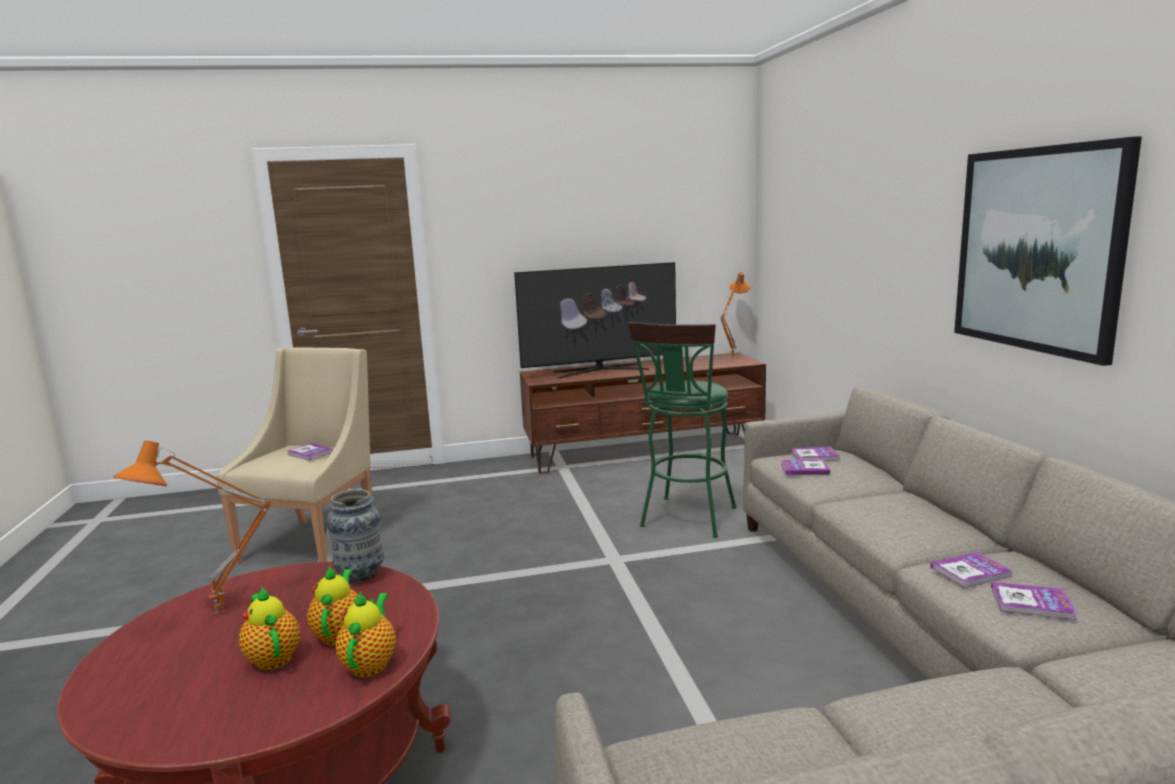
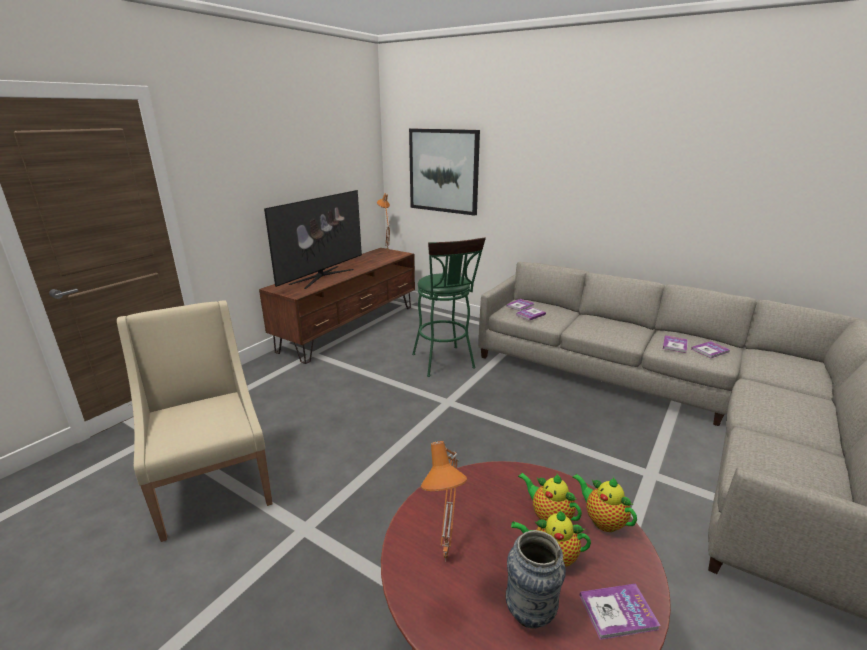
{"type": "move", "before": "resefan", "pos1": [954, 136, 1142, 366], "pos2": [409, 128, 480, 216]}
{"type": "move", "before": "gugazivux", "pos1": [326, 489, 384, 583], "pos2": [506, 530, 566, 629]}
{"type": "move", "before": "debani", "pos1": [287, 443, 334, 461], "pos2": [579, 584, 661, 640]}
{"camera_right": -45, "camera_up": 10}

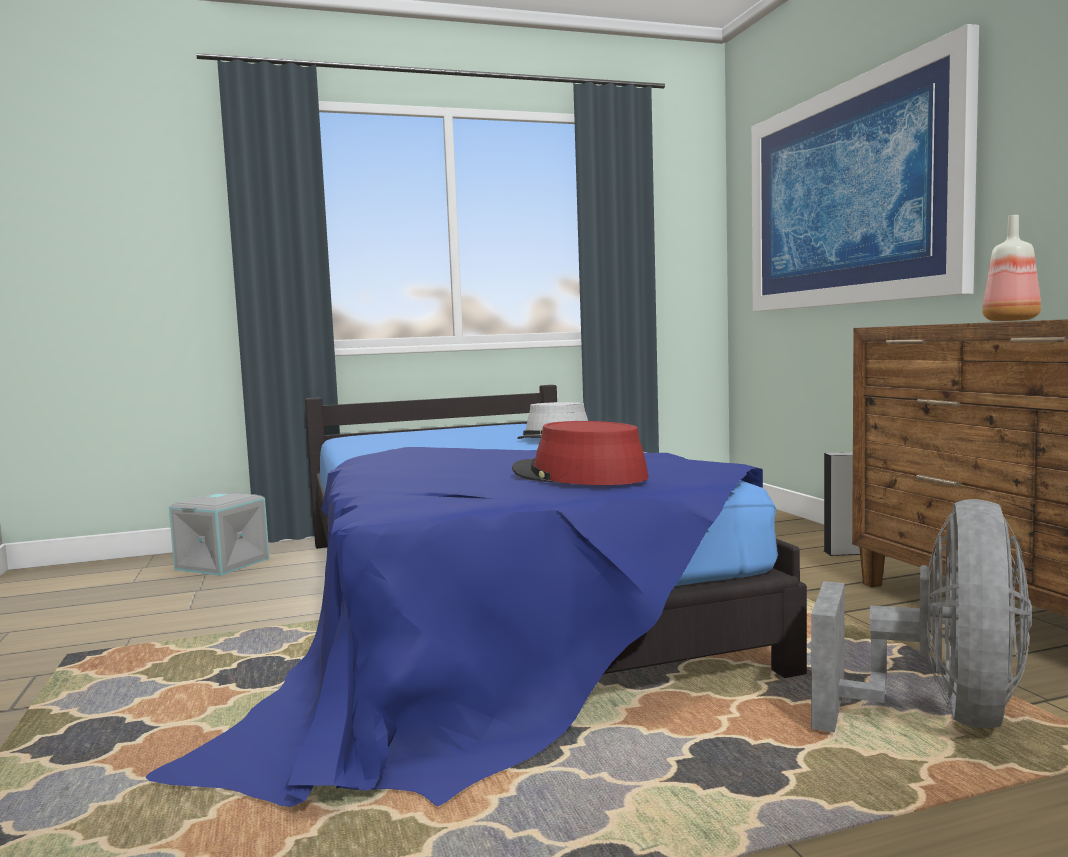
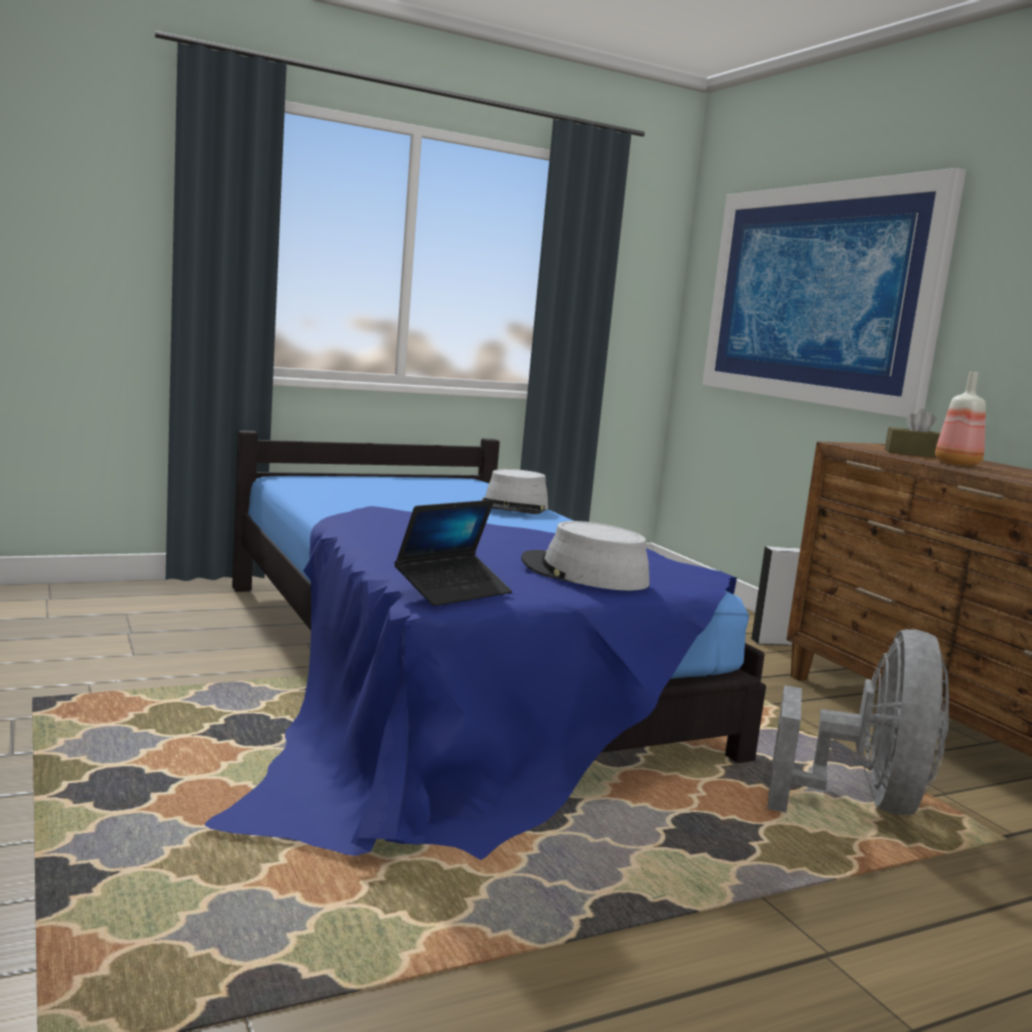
{"type": "insert", "after": "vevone", "pos2": [394, 500, 512, 606]}
{"type": "recolor", "before": "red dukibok", "after": "grey dukibok", "pos1": [512, 421, 649, 485], "pos2": [521, 521, 650, 591]}
{"type": "insert", "after": "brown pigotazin", "pos2": [885, 409, 941, 458]}
{"type": "delete", "before": "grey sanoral", "pos1": [169, 492, 270, 576]}
{"camera_right": -10, "camera_up": 5}

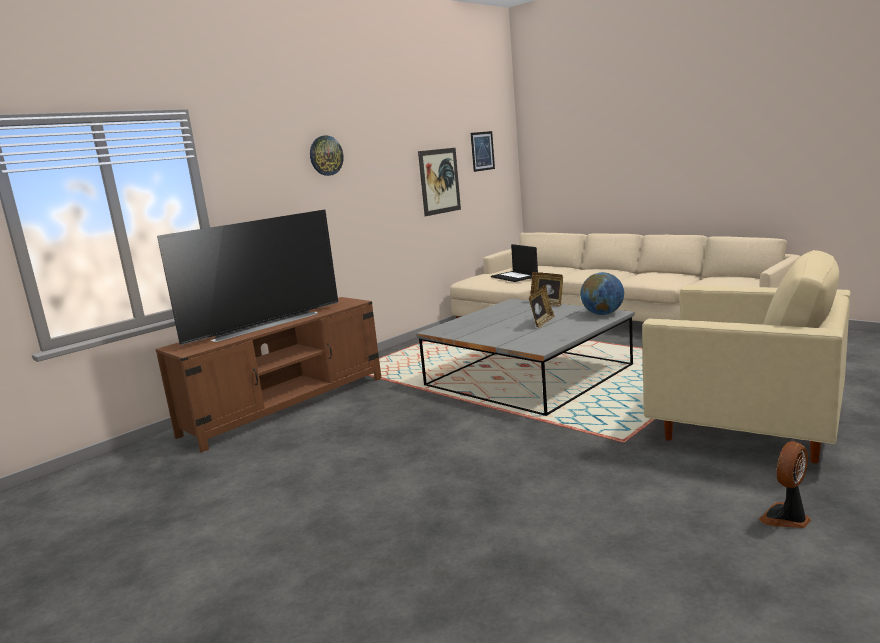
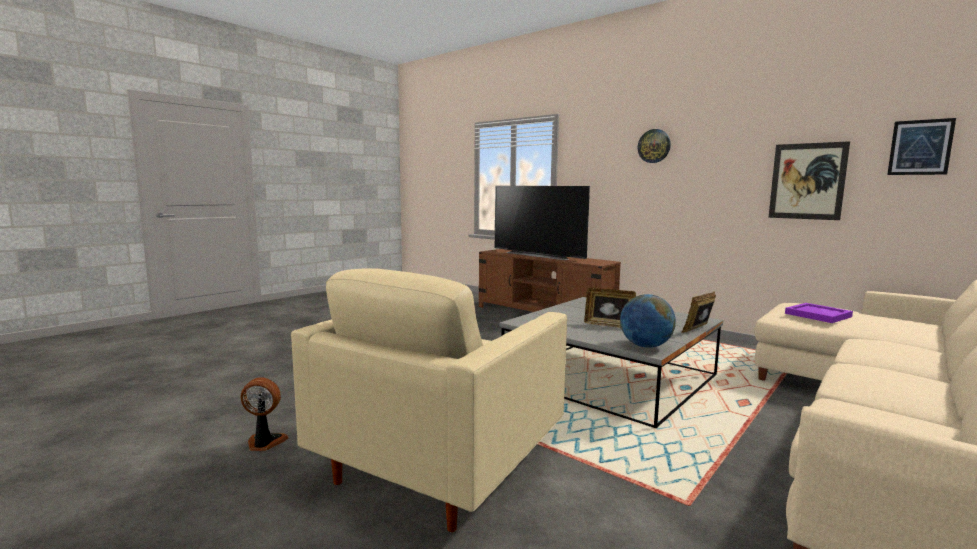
{"type": "rotate", "before": "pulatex", "pos1": [759, 441, 811, 528], "pos2": [241, 377, 289, 451], "turn": -45}
{"type": "replace", "before": "vevone", "after": "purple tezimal", "pos1": [491, 244, 538, 282], "pos2": [785, 303, 853, 323]}
{"camera_right": 85, "camera_up": -5}

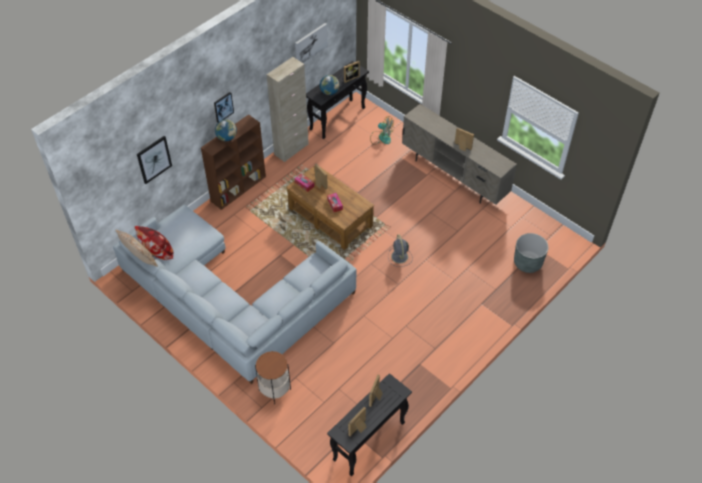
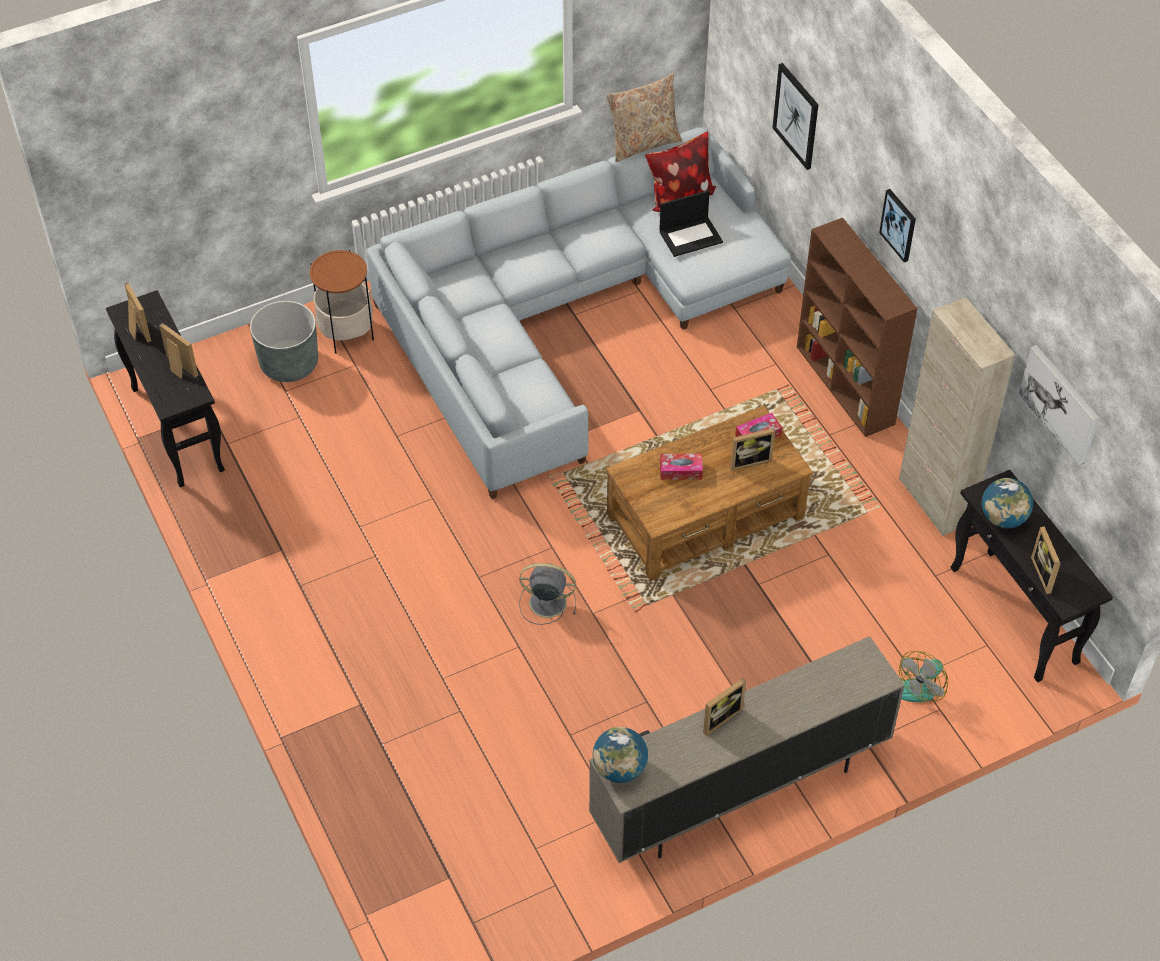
{"type": "move", "before": "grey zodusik", "pos1": [514, 233, 548, 273], "pos2": [250, 301, 318, 382]}
{"type": "move", "before": "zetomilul", "pos1": [215, 120, 237, 141], "pos2": [593, 727, 648, 783]}
{"type": "insert", "after": "vevone", "pos2": [659, 190, 723, 257]}
{"camera_right": 110, "camera_up": 0}

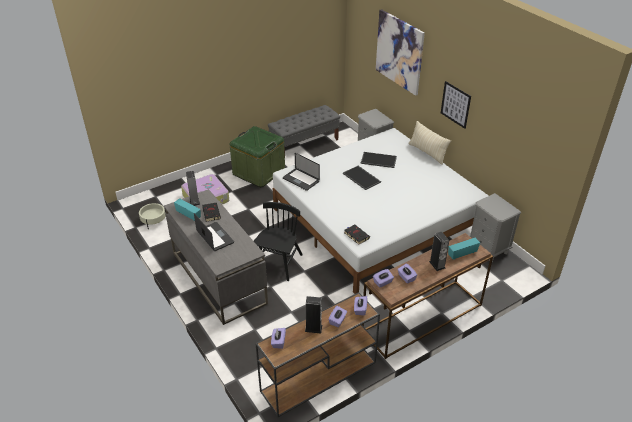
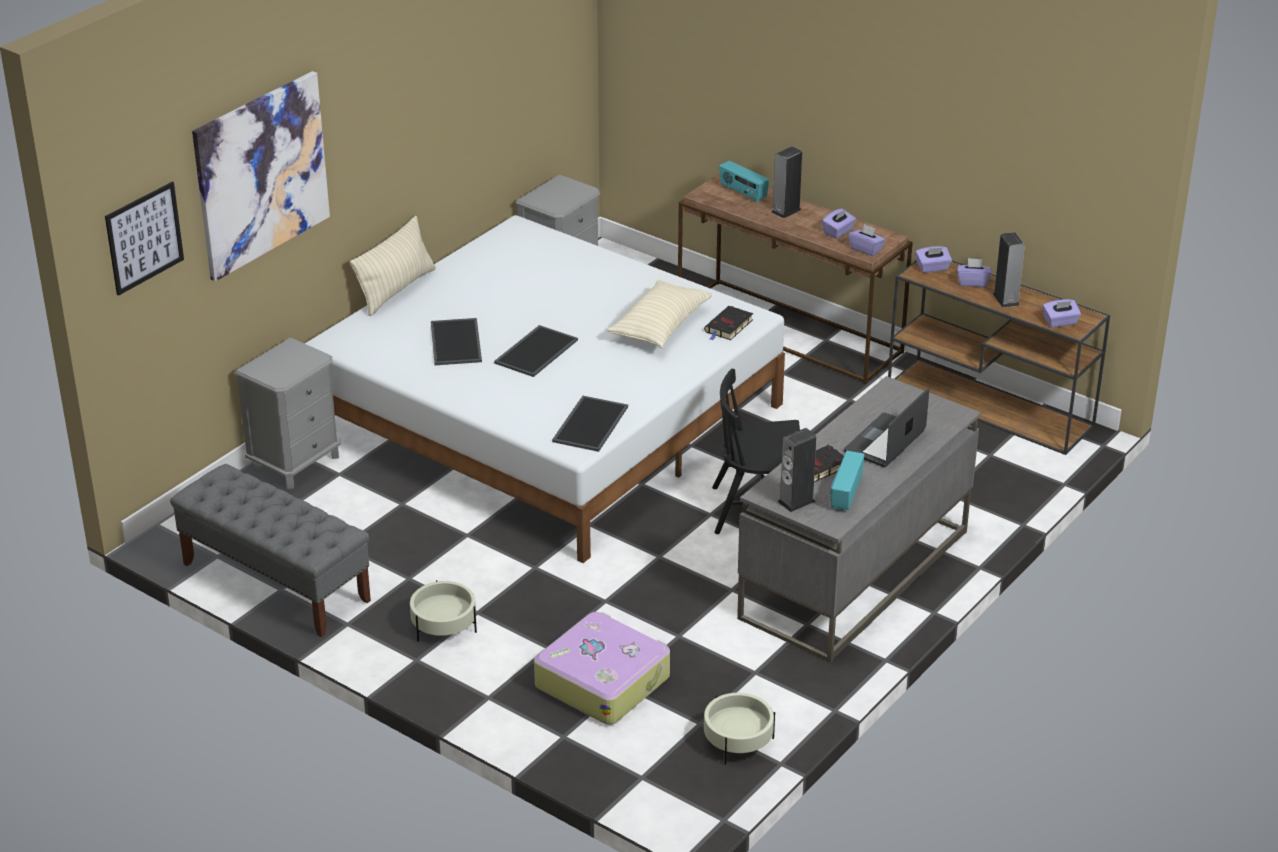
{"type": "move", "before": "resefan", "pos1": [441, 81, 471, 129], "pos2": [105, 182, 184, 296]}
{"type": "replace", "before": "green sanoral", "after": "beige zodusik", "pos1": [230, 126, 285, 187], "pos2": [410, 580, 477, 642]}
{"type": "replace", "before": "vevone", "after": "tezimal", "pos1": [283, 153, 320, 191], "pos2": [552, 396, 628, 452]}
{"type": "insert", "after": "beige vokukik", "pos2": [607, 280, 712, 348]}
{"camera_right": -110, "camera_up": -5}

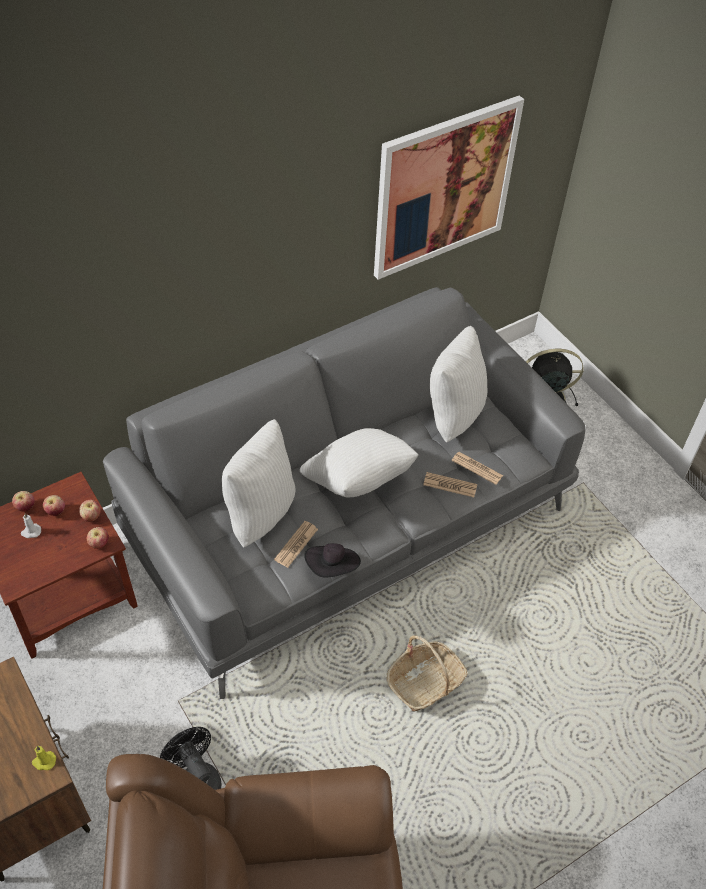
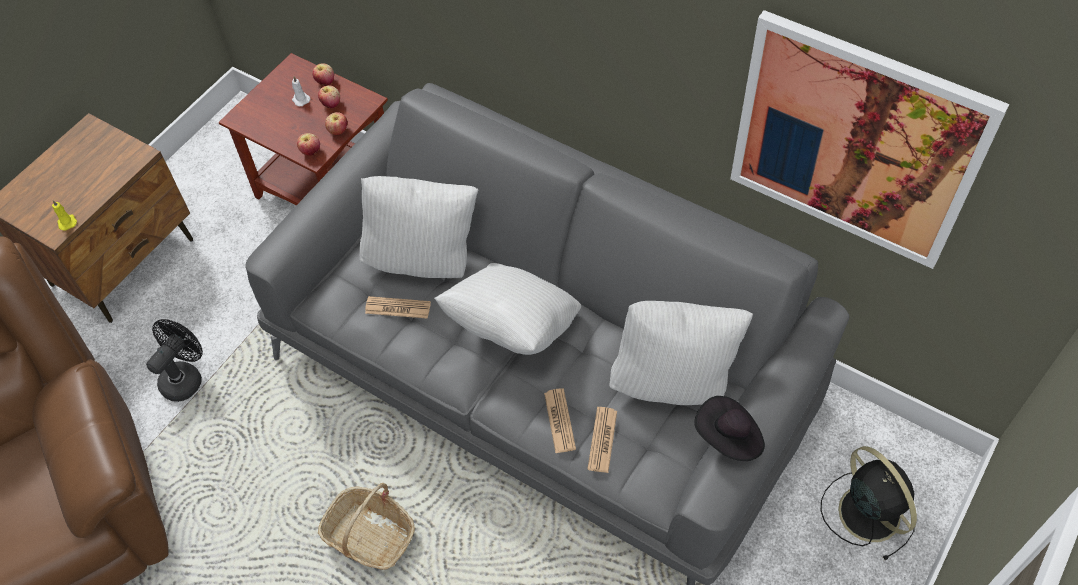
{"type": "move", "before": "black dukibok", "pos1": [304, 543, 361, 577], "pos2": [694, 396, 765, 461]}
{"camera_right": 70, "camera_up": 5}

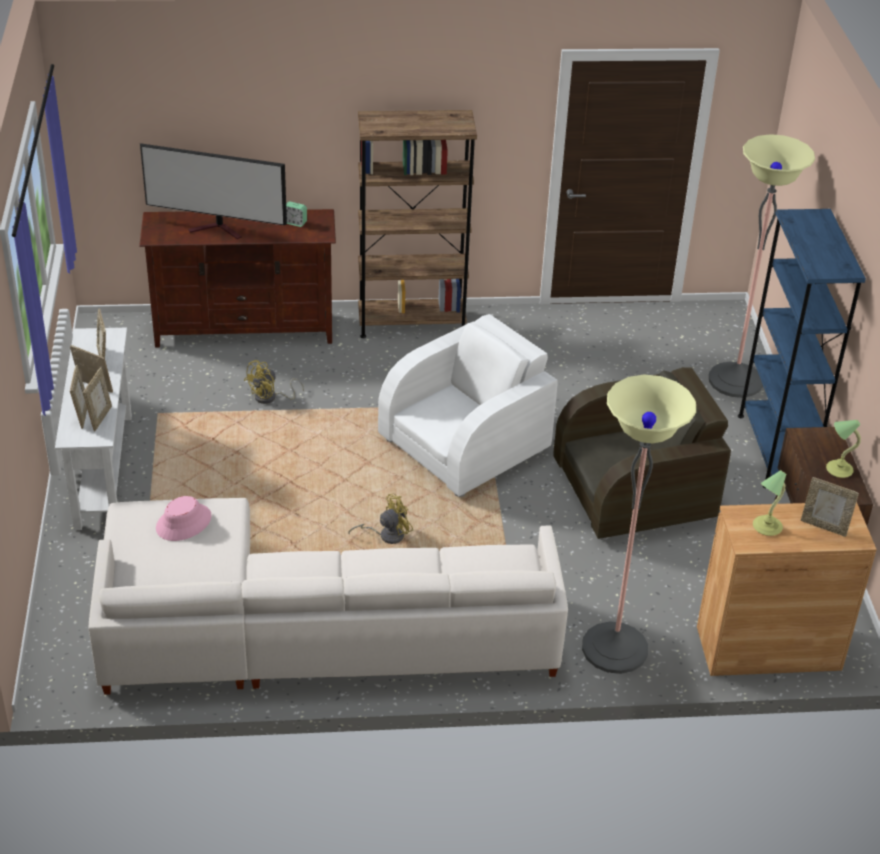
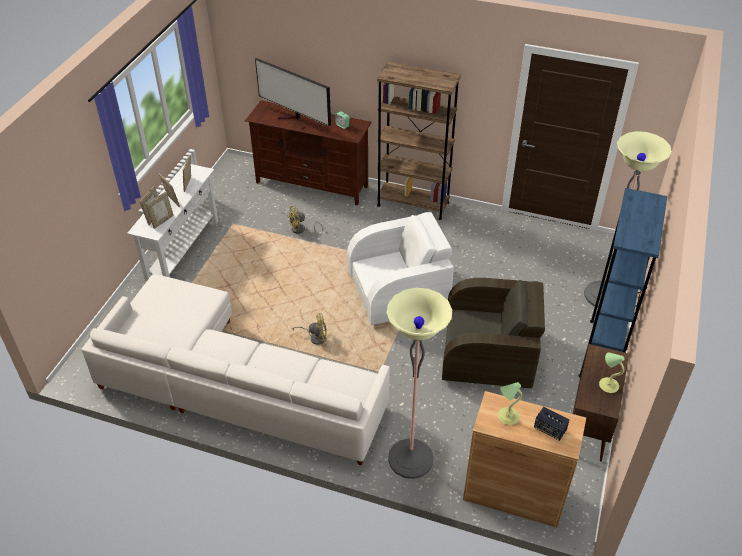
{"type": "replace", "before": "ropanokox", "after": "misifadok", "pos1": [801, 477, 859, 537], "pos2": [534, 407, 569, 441]}
{"type": "delete", "before": "pink dukibok", "pos1": [156, 496, 211, 541]}
{"camera_right": 25, "camera_up": 5}

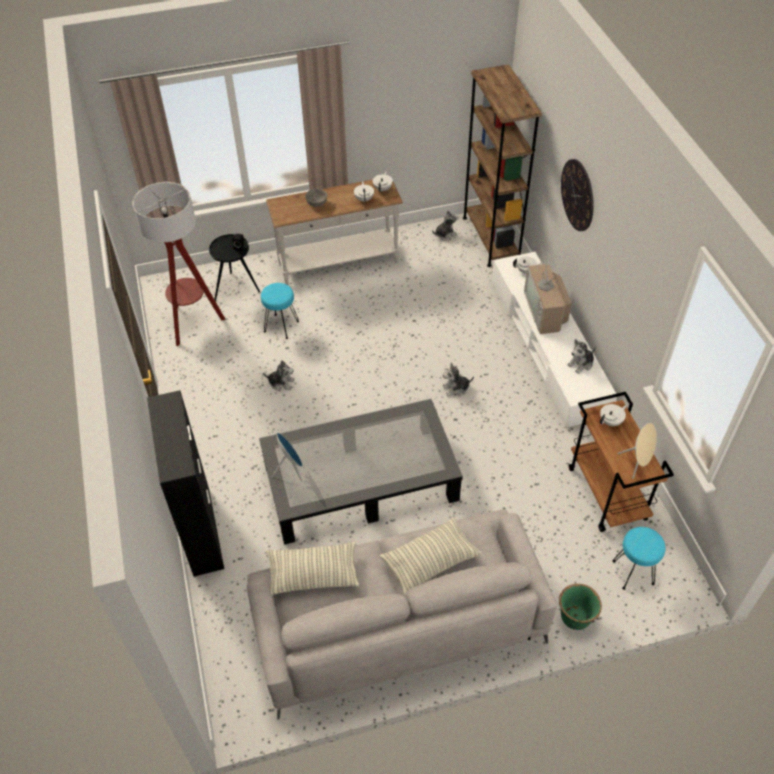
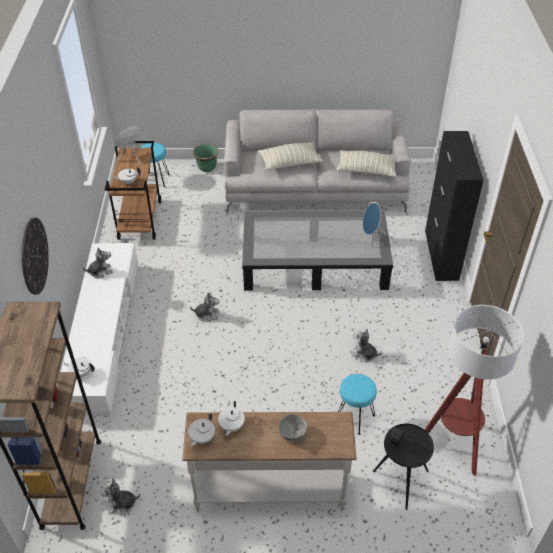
{"type": "delete", "before": "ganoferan", "pos1": [524, 249, 572, 334]}
{"camera_right": -165, "camera_up": -5}

